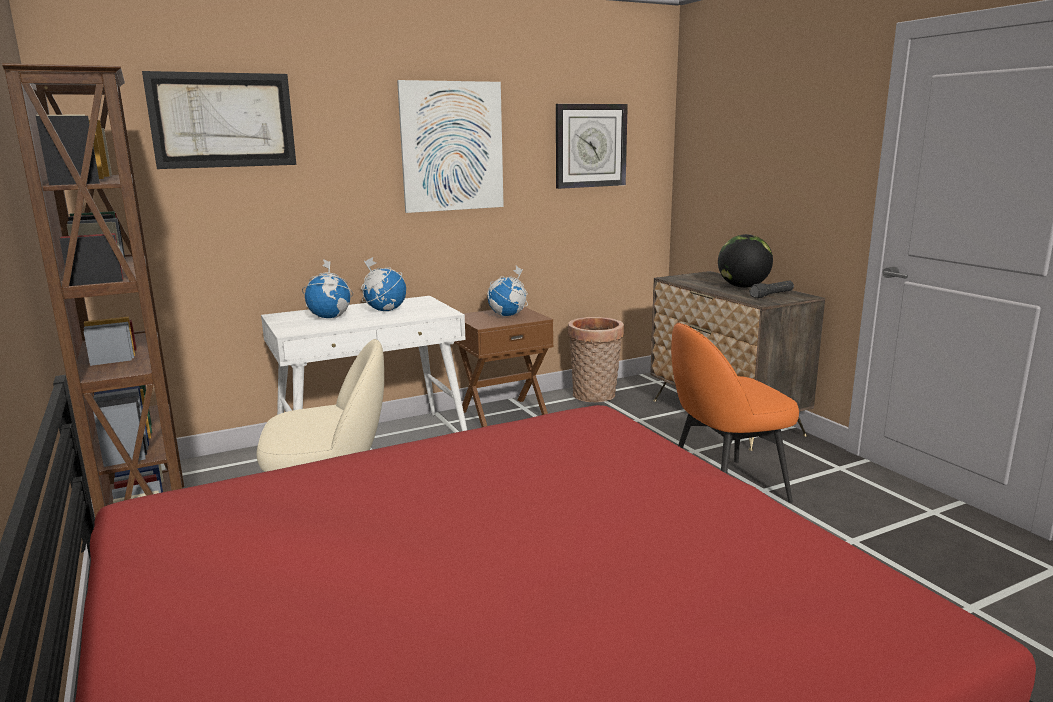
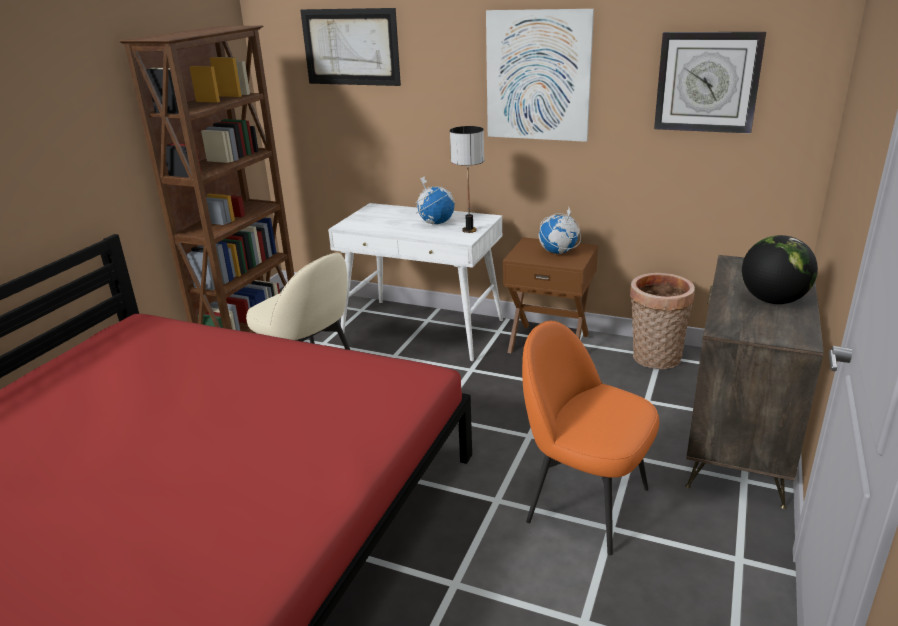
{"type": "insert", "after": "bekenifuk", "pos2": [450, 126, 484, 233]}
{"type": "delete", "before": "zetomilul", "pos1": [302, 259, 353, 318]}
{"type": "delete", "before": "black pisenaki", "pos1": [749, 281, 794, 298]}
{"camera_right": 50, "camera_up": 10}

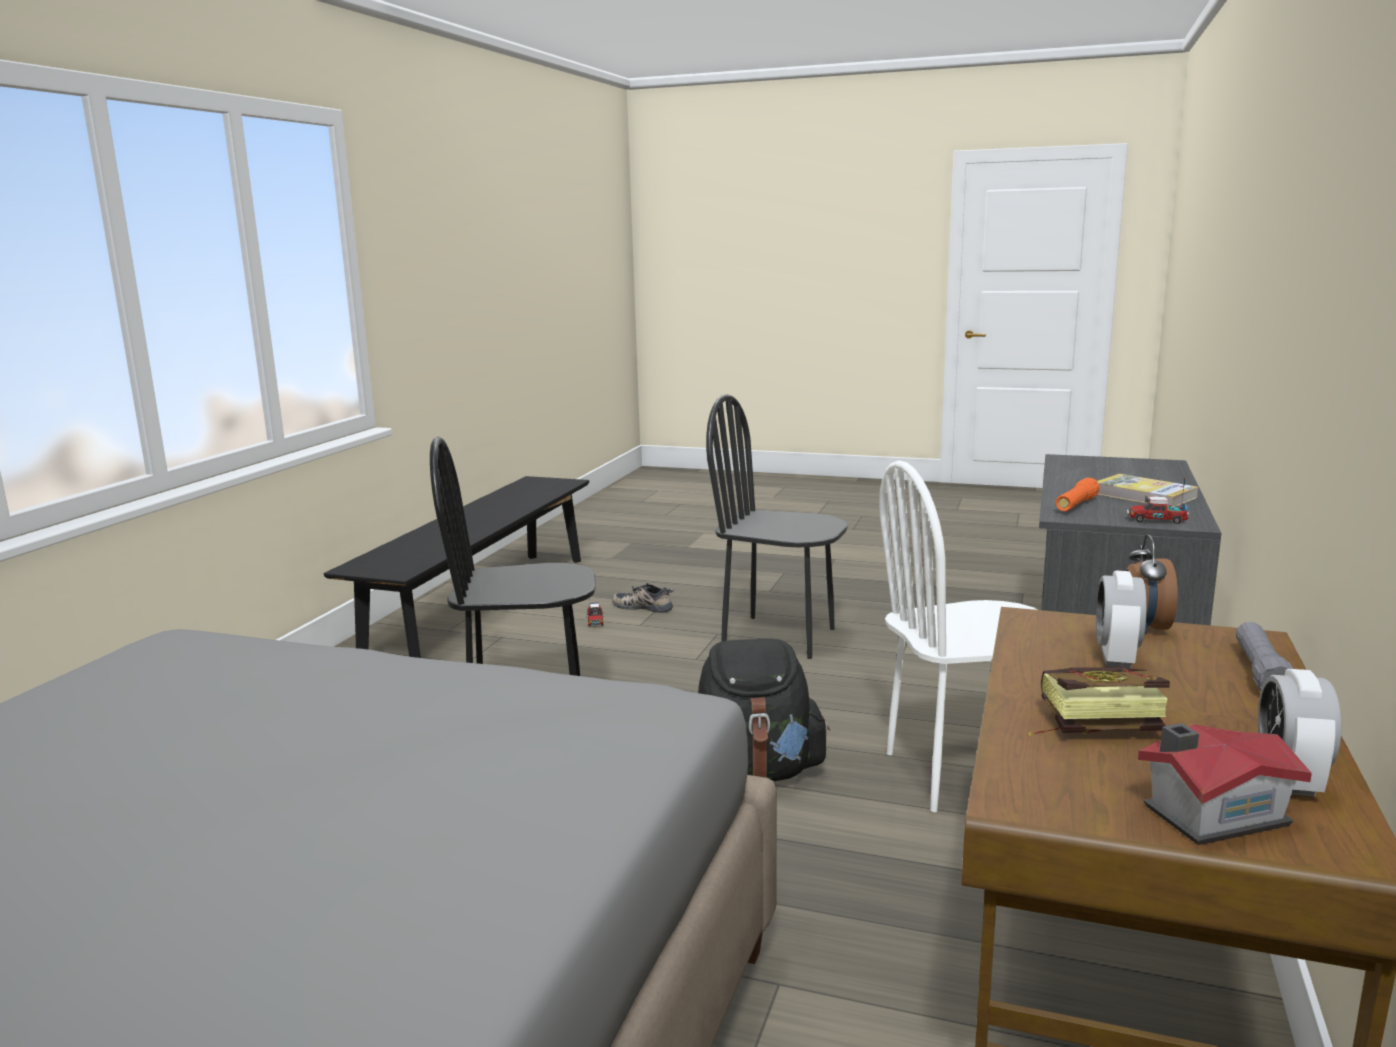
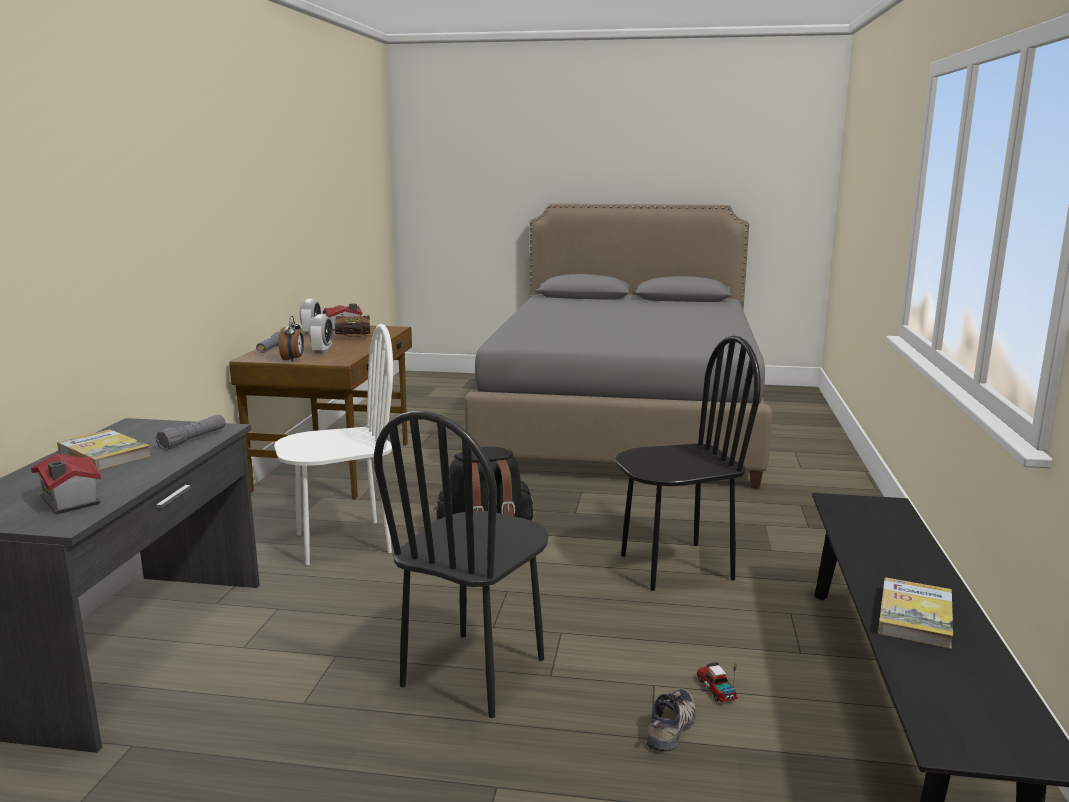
{"type": "insert", "after": "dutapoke", "pos2": [31, 454, 101, 514]}
{"type": "recolor", "before": "orange pisenaki", "after": "grey pisenaki", "pos1": [1056, 477, 1100, 511], "pos2": [156, 415, 225, 450]}
{"type": "rotate", "before": "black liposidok", "pos1": [706, 394, 848, 659], "pos2": [374, 411, 549, 718], "turn": 105}
{"type": "rotate", "before": "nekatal", "pos1": [612, 583, 674, 613], "pos2": [647, 688, 696, 752], "turn": -75}
{"type": "insert", "after": "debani", "pos2": [878, 577, 953, 649]}
{"type": "delete", "before": "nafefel", "pos1": [1126, 476, 1189, 524]}
{"camera_right": 170, "camera_up": 0}

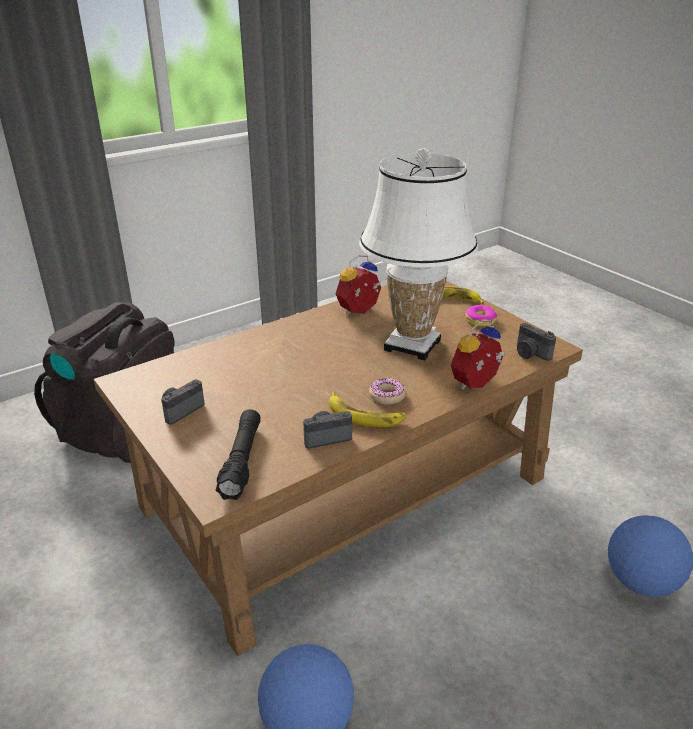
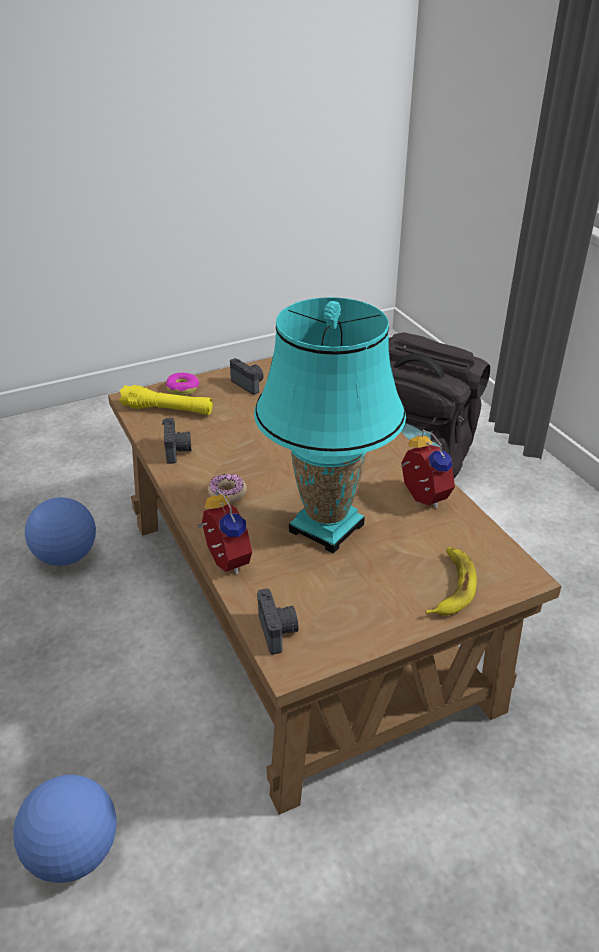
{"type": "recolor", "before": "black pisenaki", "after": "yellow pisenaki", "pos1": [216, 409, 261, 500], "pos2": [119, 385, 213, 415]}
{"type": "move", "before": "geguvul", "pos1": [465, 305, 497, 326], "pos2": [166, 373, 199, 396]}
{"type": "recolor", "before": "white bekenifuk", "after": "turquoise bekenifuk", "pos1": [359, 148, 478, 361], "pos2": [254, 297, 406, 553]}
{"type": "rotate", "before": "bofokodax", "pos1": [517, 323, 556, 361], "pos2": [257, 588, 298, 655], "turn": 105}
{"type": "delete", "before": "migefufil", "pos1": [329, 391, 407, 427]}
{"camera_right": 100, "camera_up": 5}

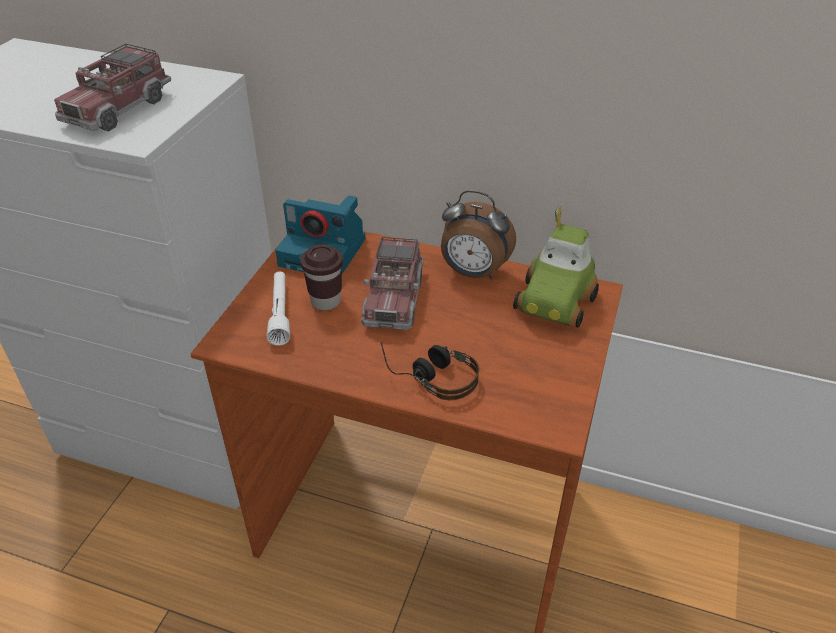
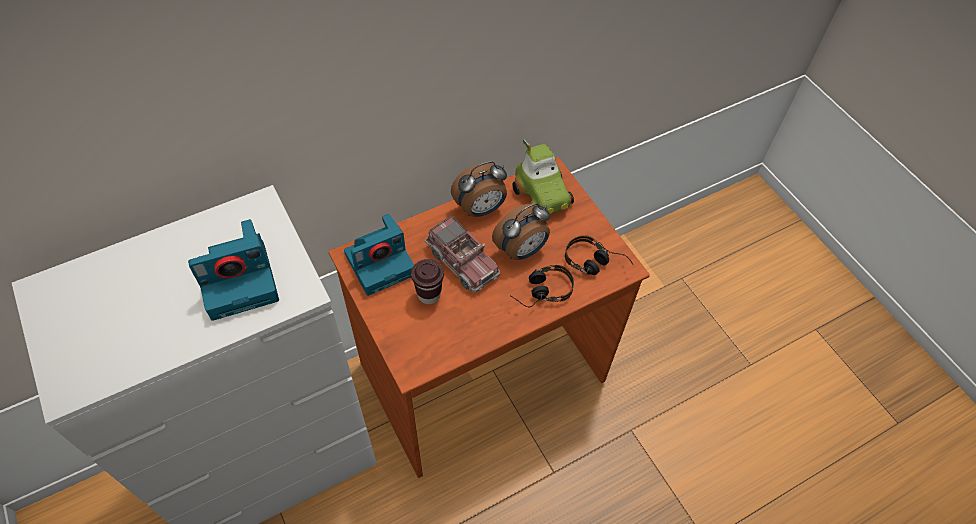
{"type": "replace", "before": "nafefel", "after": "bofokodax", "pos1": [54, 44, 171, 132], "pos2": [188, 219, 279, 321]}
{"type": "insert", "after": "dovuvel", "pos2": [492, 203, 550, 260]}
{"type": "insert", "after": "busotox", "pos2": [565, 235, 633, 275]}
{"type": "delete", "before": "white pisenaki", "pos1": [267, 272, 290, 345]}
{"camera_right": -50, "camera_up": 15}

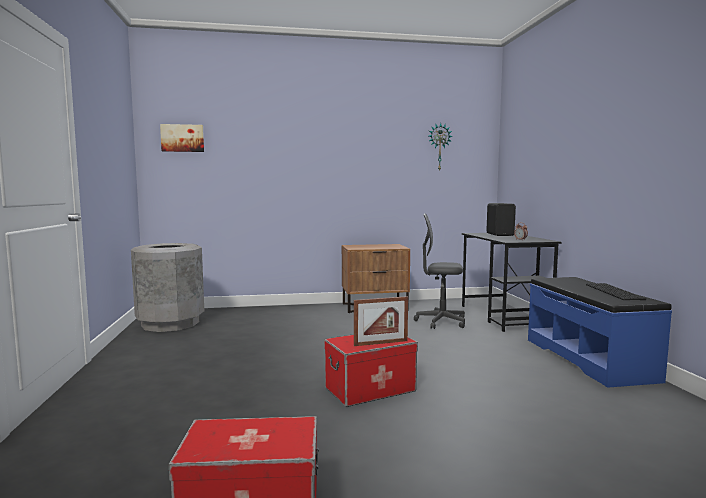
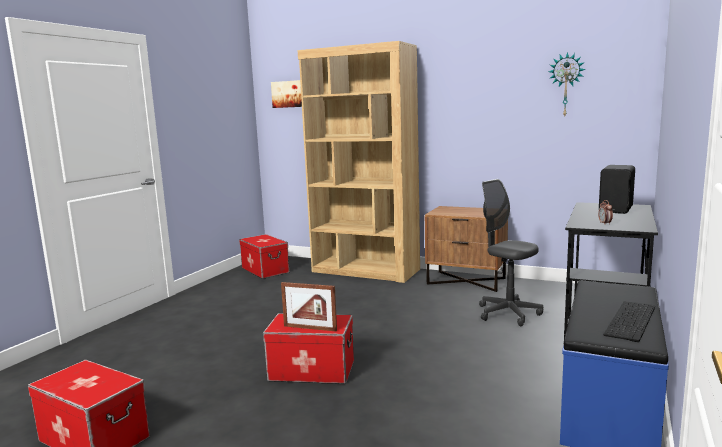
{"type": "replace", "before": "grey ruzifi", "after": "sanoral", "pos1": [131, 243, 204, 332], "pos2": [239, 234, 289, 279]}
{"type": "insert", "after": "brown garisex", "pos2": [298, 41, 420, 283]}
{"camera_right": 35, "camera_up": 5}

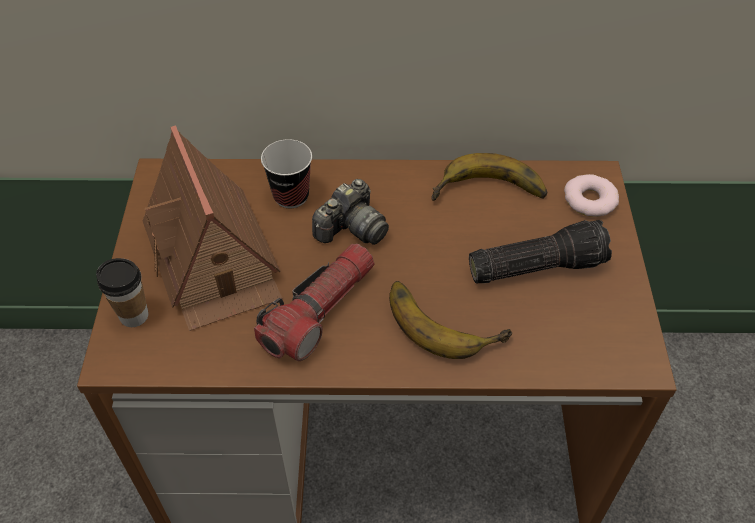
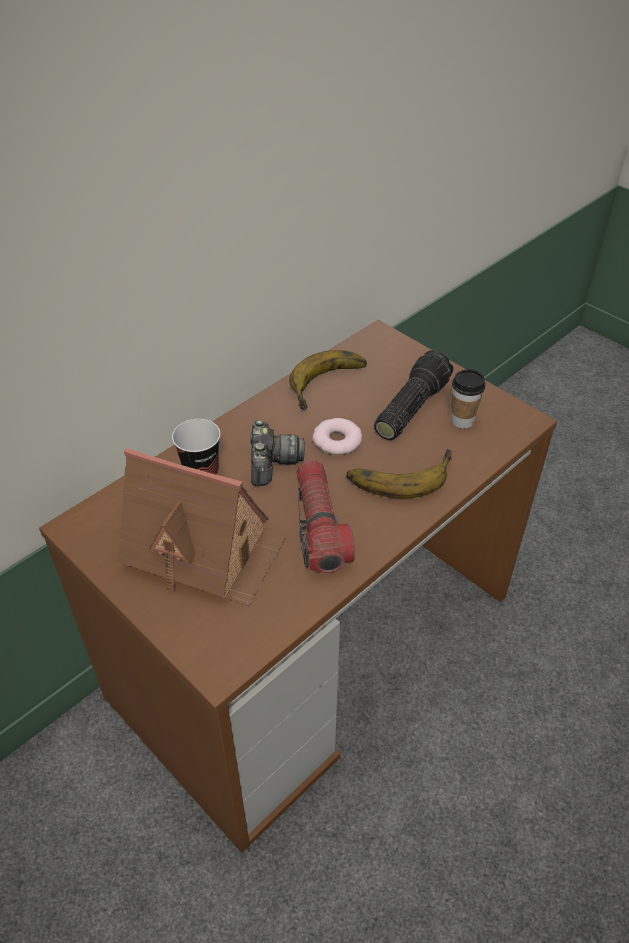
{"type": "move", "before": "geguvul", "pos1": [564, 174, 619, 217], "pos2": [312, 418, 362, 455]}
{"type": "move", "before": "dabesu", "pos1": [96, 258, 148, 327], "pos2": [451, 369, 485, 429]}
{"camera_right": -45, "camera_up": -5}

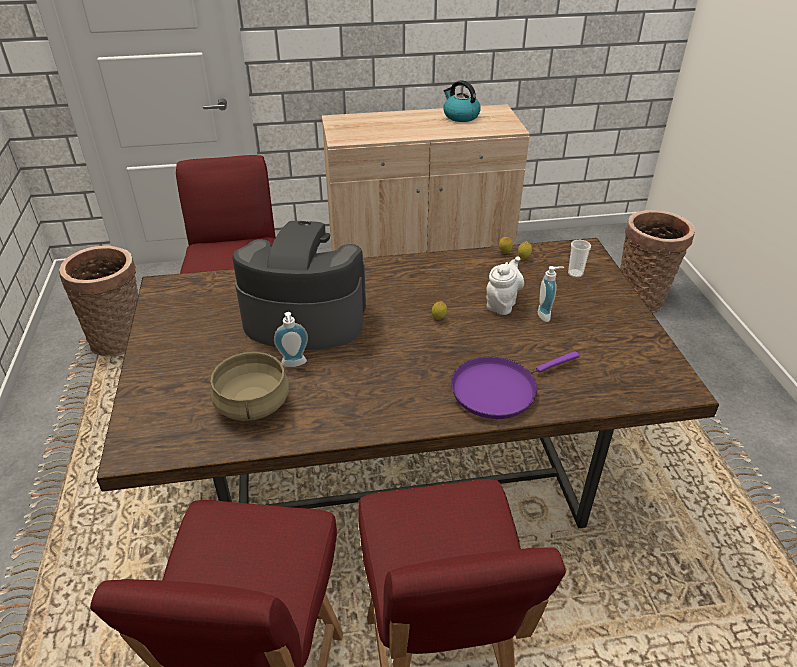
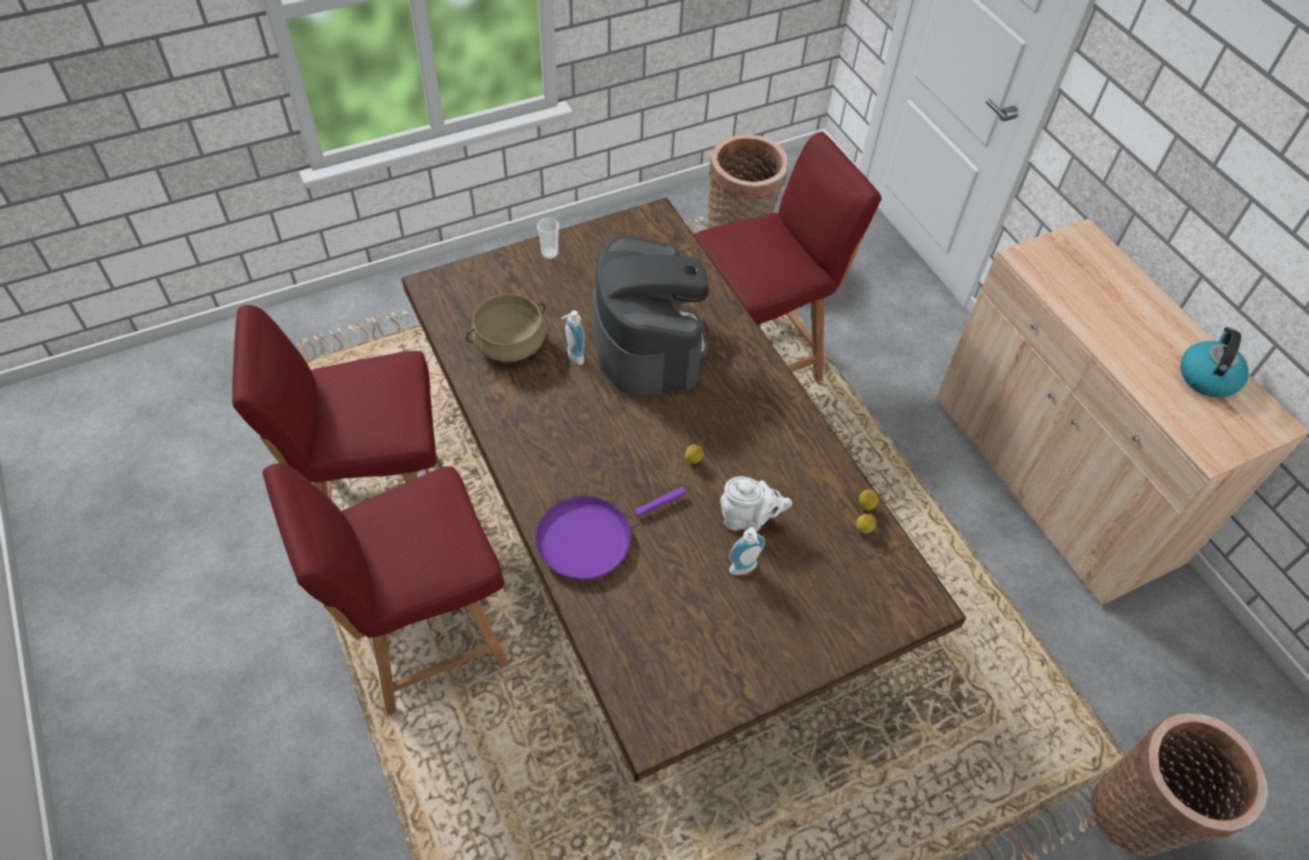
{"type": "rotate", "before": "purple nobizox", "pos1": [451, 351, 579, 419], "pos2": [535, 487, 687, 581], "turn": -75}
{"type": "move", "before": "dabesu", "pos1": [568, 240, 591, 278], "pos2": [537, 218, 559, 259]}
{"camera_right": 70, "camera_up": 15}

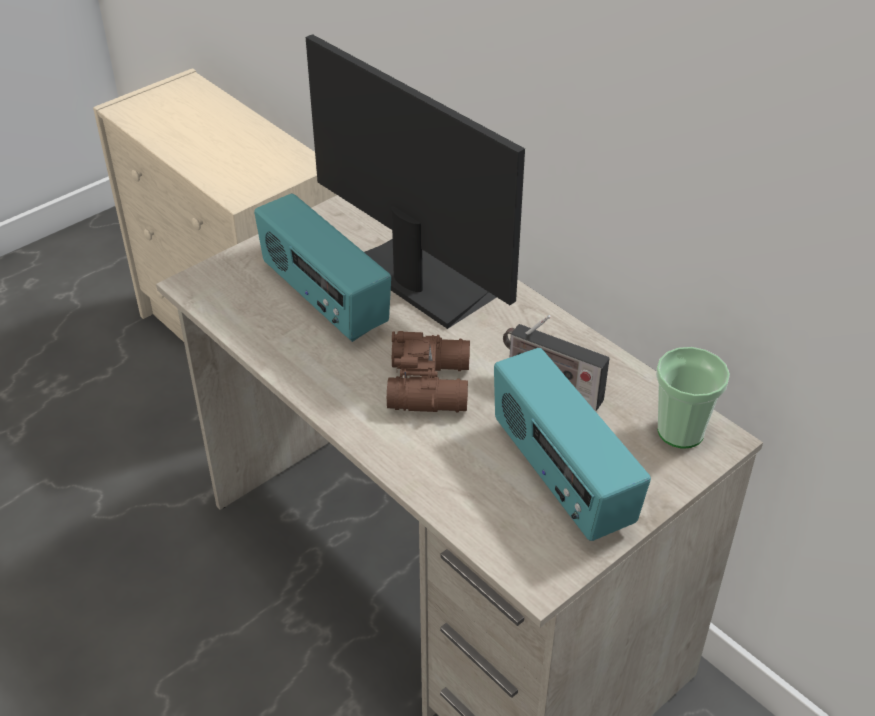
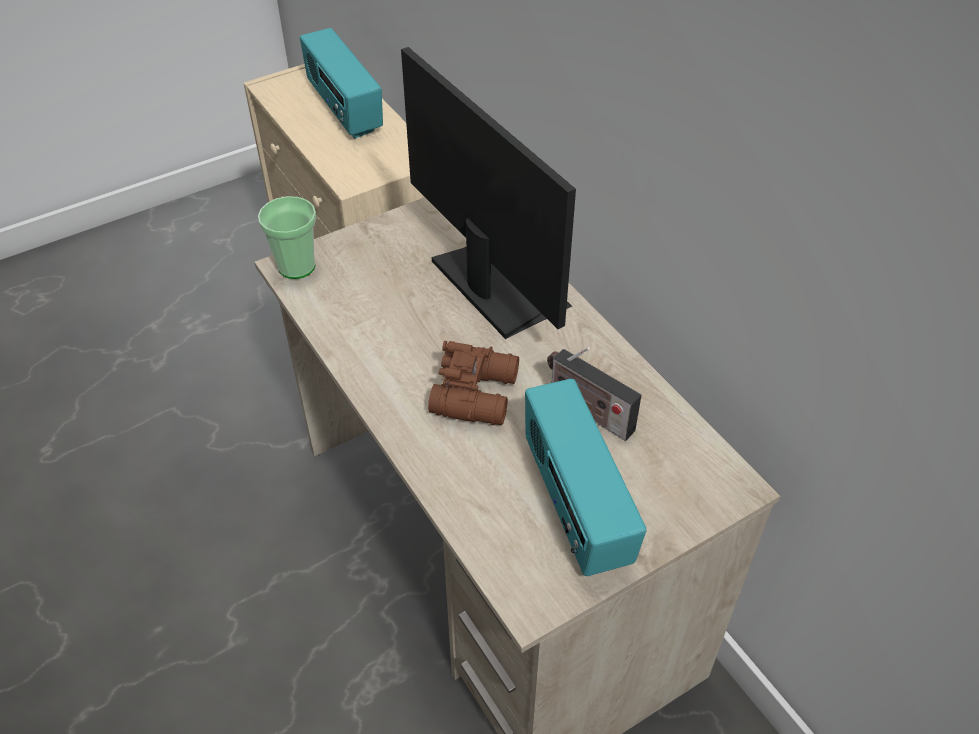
{"type": "move", "before": "dabesu", "pos1": [656, 347, 730, 449], "pos2": [258, 196, 316, 279]}
{"type": "move", "before": "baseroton", "pos1": [254, 193, 391, 342], "pos2": [300, 28, 383, 139]}
{"camera_right": 10, "camera_up": 5}

